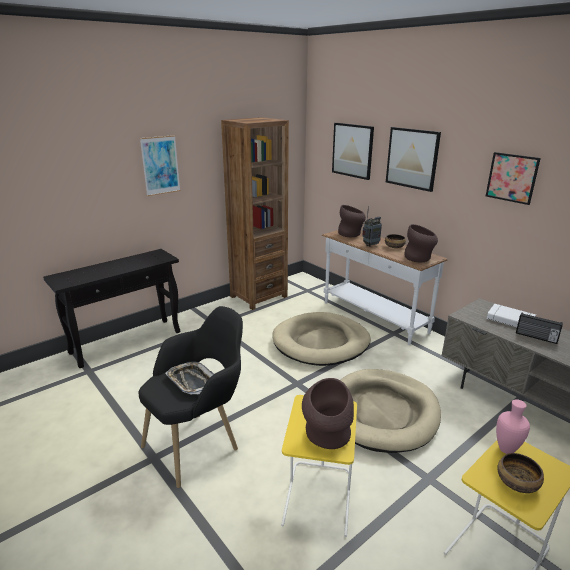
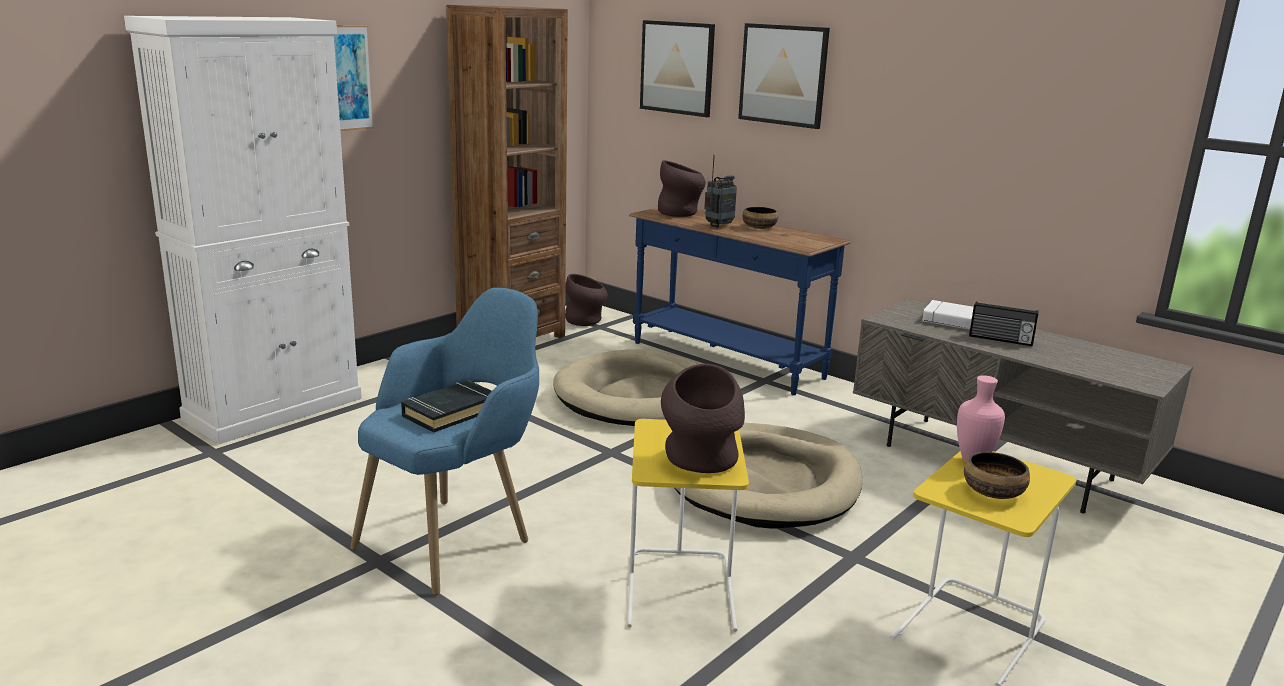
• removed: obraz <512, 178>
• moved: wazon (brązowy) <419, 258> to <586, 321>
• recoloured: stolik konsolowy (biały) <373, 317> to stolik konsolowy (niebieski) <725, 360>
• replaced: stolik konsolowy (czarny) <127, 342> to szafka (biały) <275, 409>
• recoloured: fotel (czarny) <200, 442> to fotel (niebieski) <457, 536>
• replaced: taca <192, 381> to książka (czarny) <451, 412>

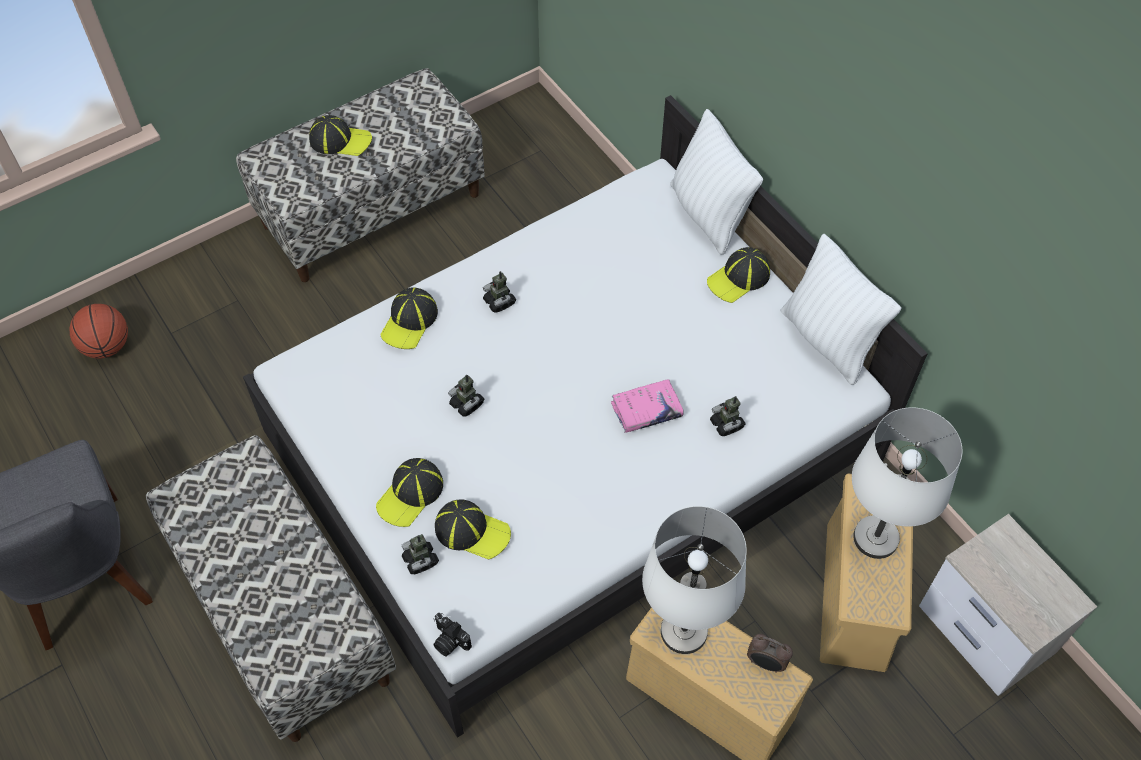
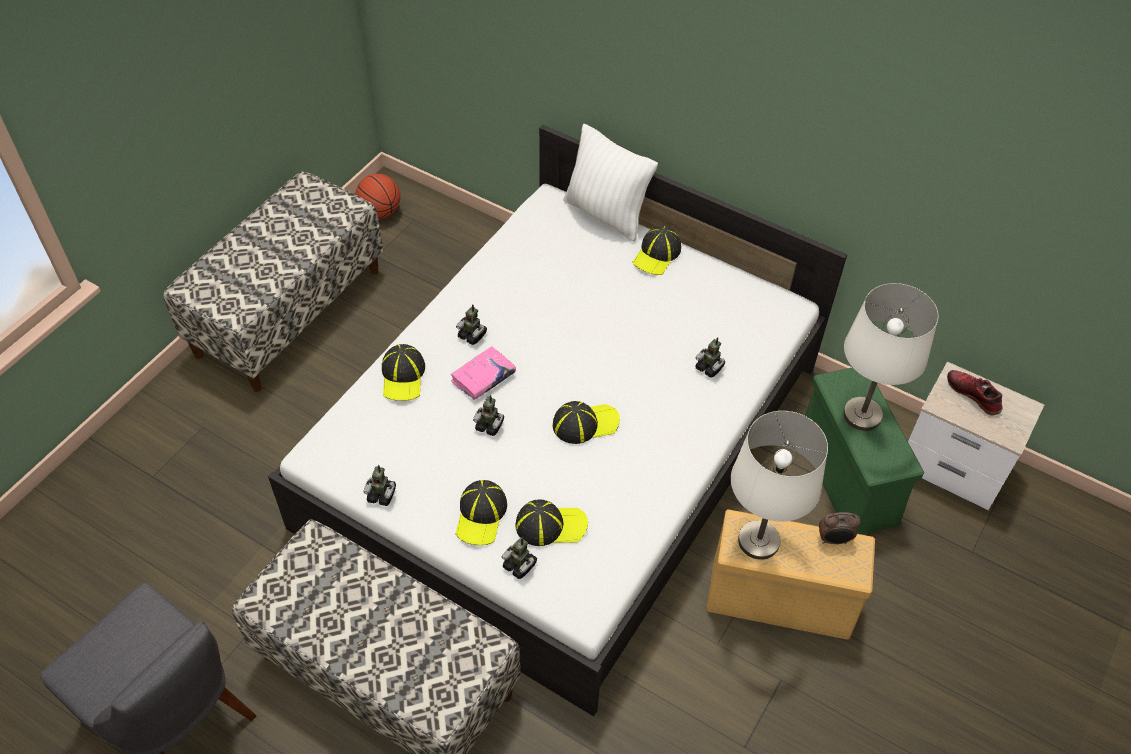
• moved: czapka z daszkiem <340, 140> to <585, 423>
• removed: poduszka (biały) <828, 340>
• moved: piłka do koszykówki <107, 346> to <380, 212>
• moved: książka (różowy) <646, 410> to <483, 377>
• recoloured: pojemnik do przechowywania (beżowy) <856, 598> to pojemnik do przechowywania (zielony) <848, 478>
• removed: aparat fotograficzny <449, 641>
• added: but <974, 395>
• added: robot zabawkowy <382, 495>

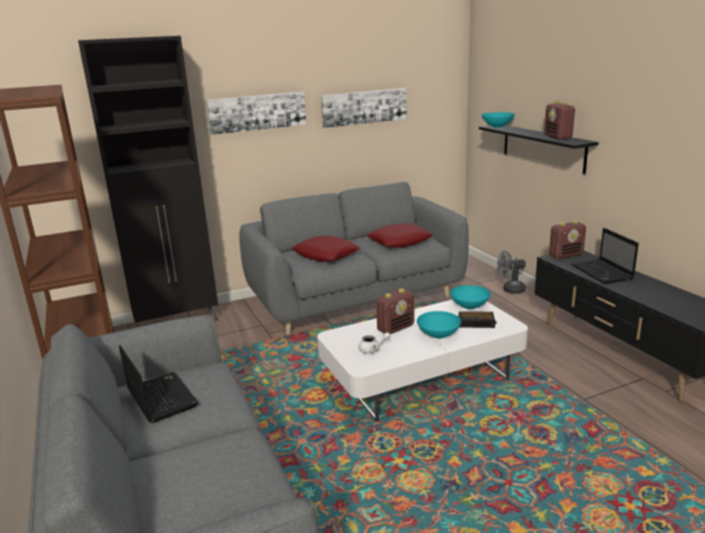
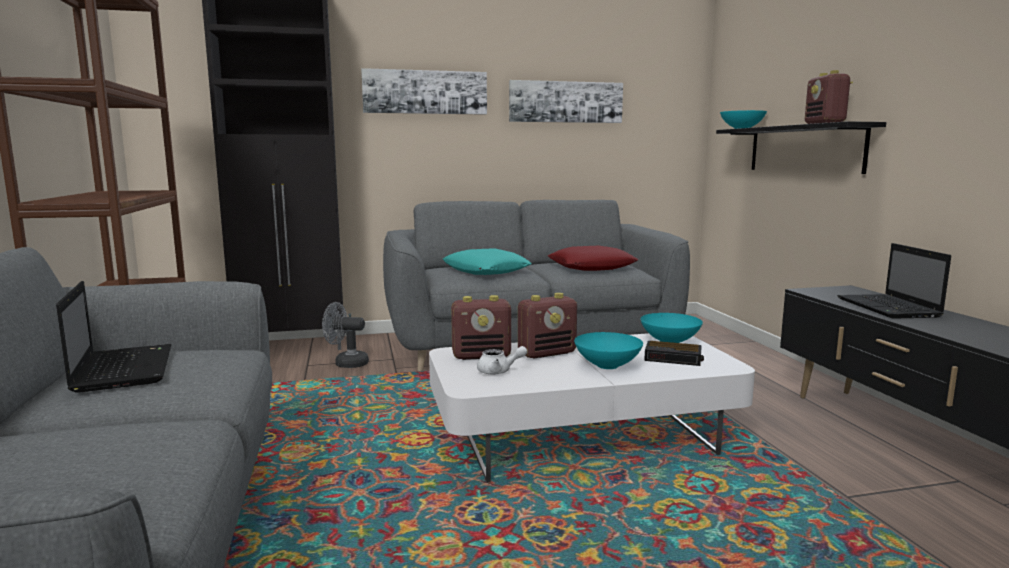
• moved: radio <566, 255> to <482, 356>
• recoloured: poduszka (czerwony) <326, 254> to poduszka (turkusowy) <486, 270>
• moved: wentylator (szary) <510, 290> to <346, 363>

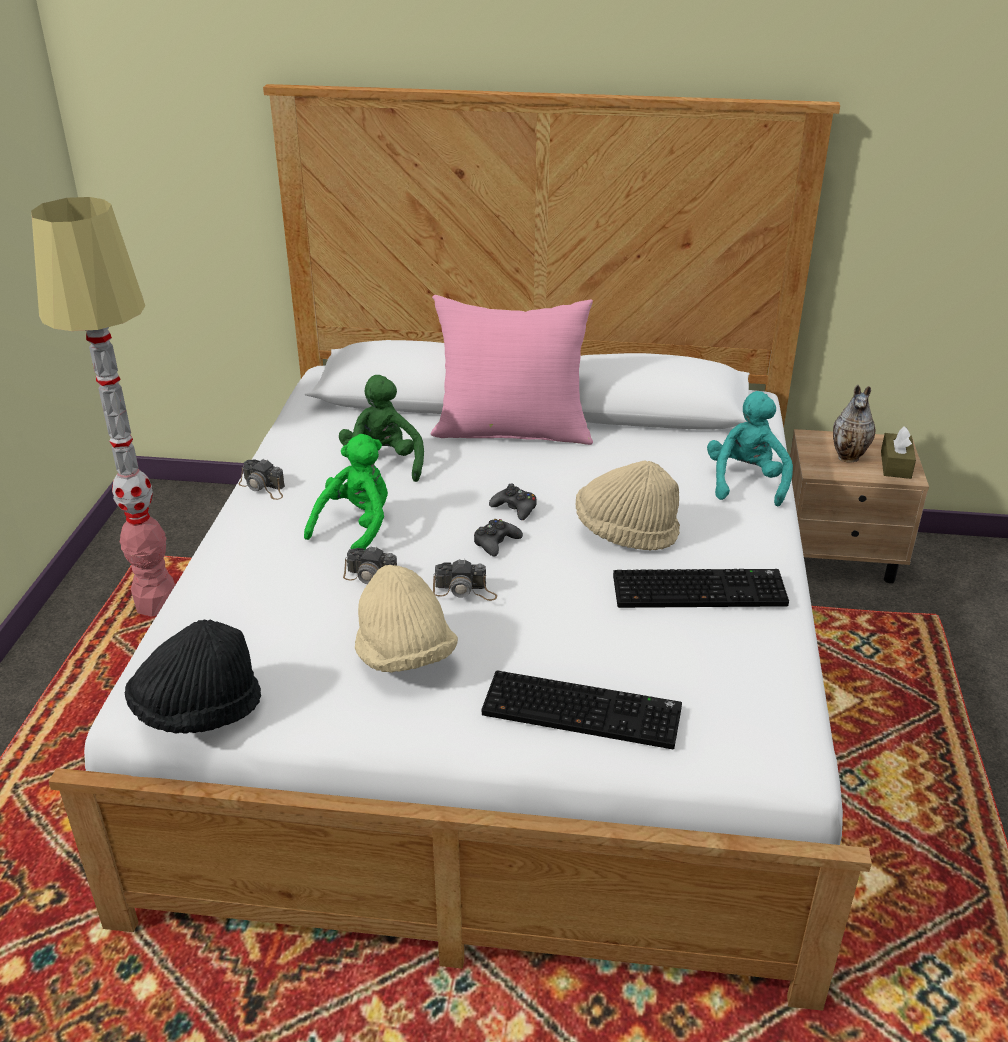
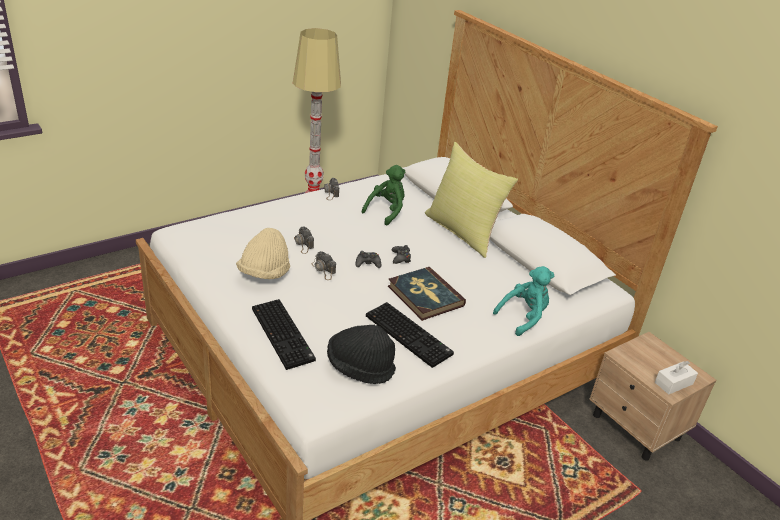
• recoloured: poduszka (różowy) <512, 430> to poduszka (żółty) <463, 232>
• removed: wazon <849, 457>
• recoloured: pudełko chusteczek (brązowy) <895, 464> to pudełko chusteczek (biały) <673, 383>
• removed: pluszak (zielony) <356, 528>
• replaced: kapelusz (beżowy) <625, 533> to książka <425, 296>
• moved: kapelusz (czarny) <198, 711> to <360, 367>

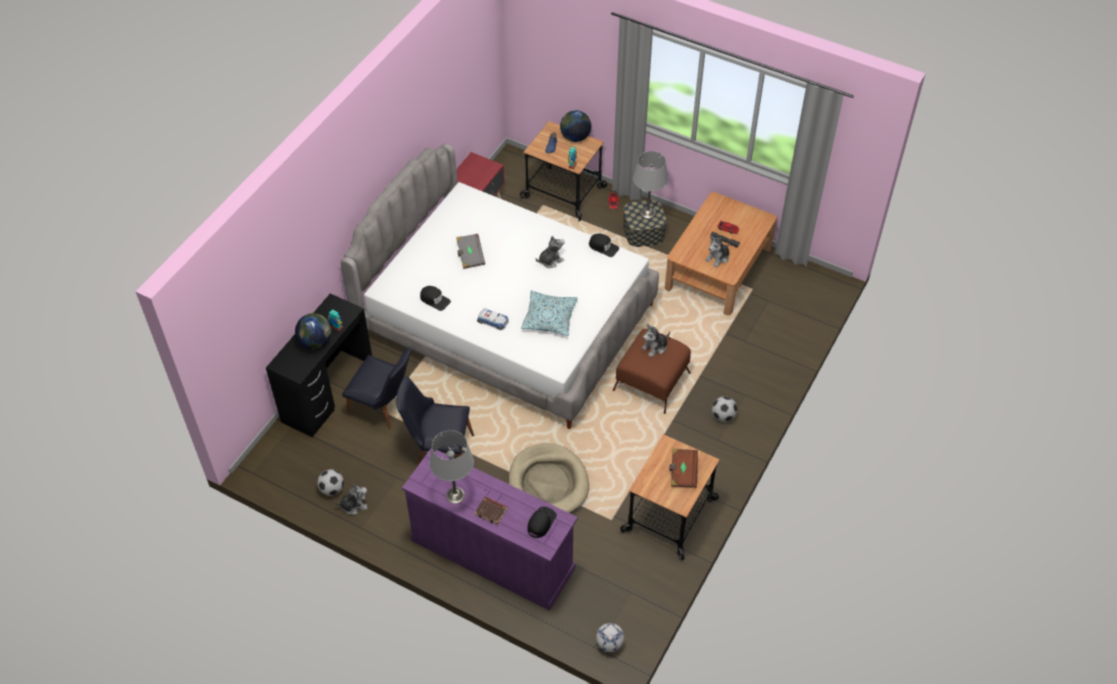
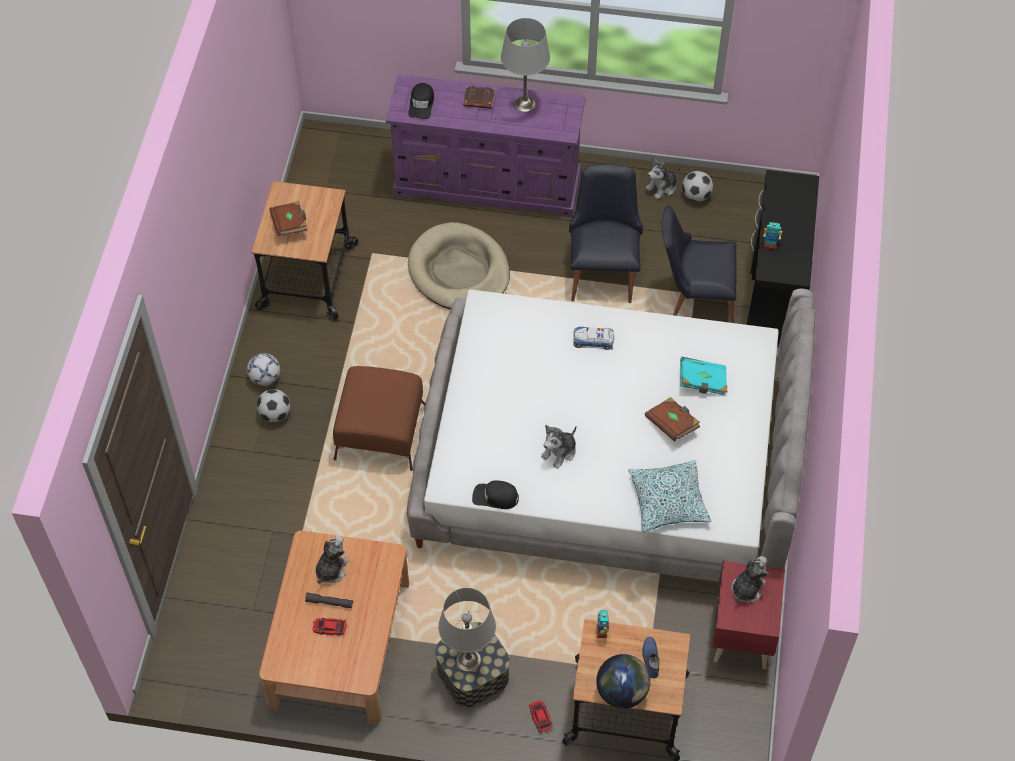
• recoloured: książka (szary) <470, 256> to książka (brązowy) <672, 424>
• removed: czapka z daszkiem (czarny) <434, 300>
• moved: poduszka <549, 318> to <668, 501>
• removed: globus <316, 342>
• moved: pluszak <655, 347> to <747, 588>
• turned: krzesło (czarny) <438, 450> = <603, 270> 75 degrees counterclockwise
• moved: piłka futbolowa <609, 643> to <265, 378>
• added: książka (turkusowy) <702, 382>

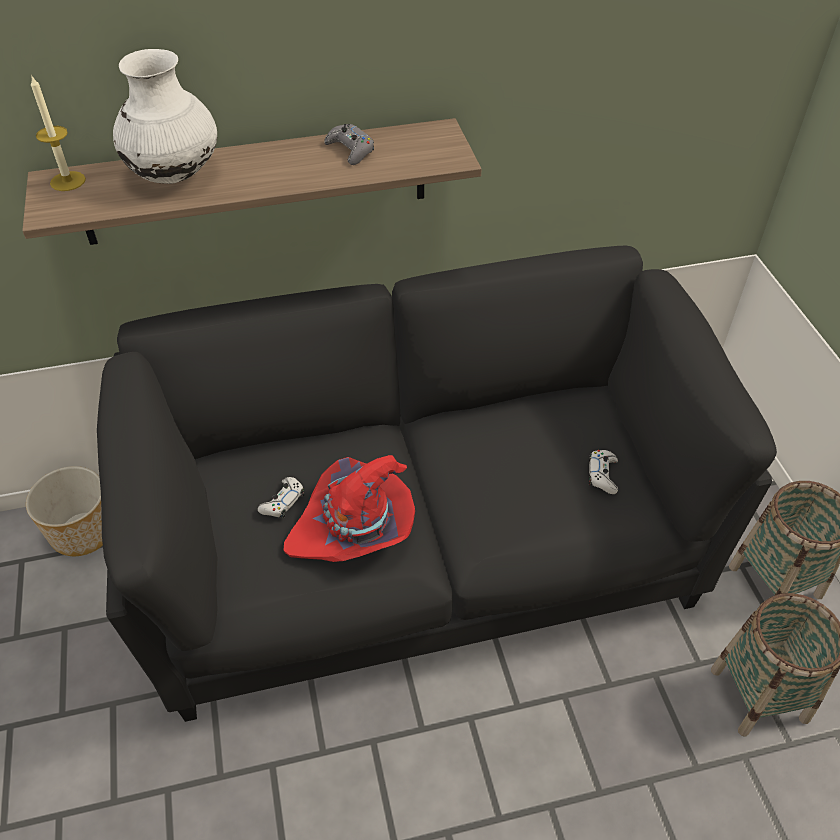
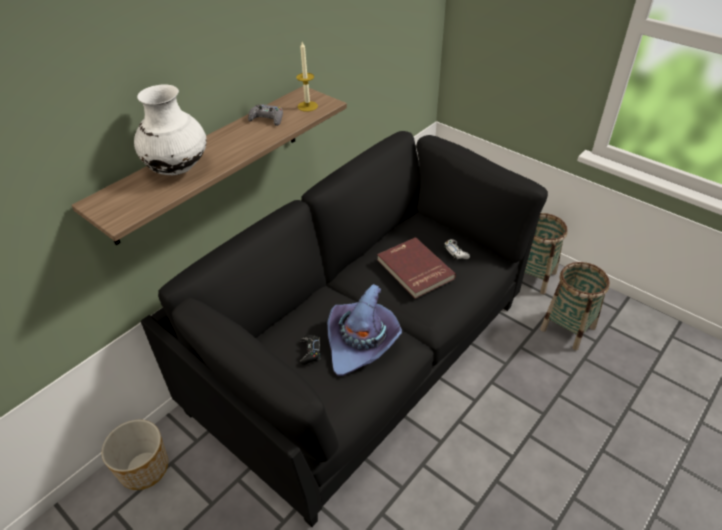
• moved: świeca <68, 181> to <307, 106>
• recoloured: kapelusz (czerwony) <355, 527> to kapelusz (fioletowy) <362, 342>
• recoloured: pad do gier (biały) <283, 502> to pad do gier (czarny) <310, 352>
• added: książka (czerwony) <414, 269>

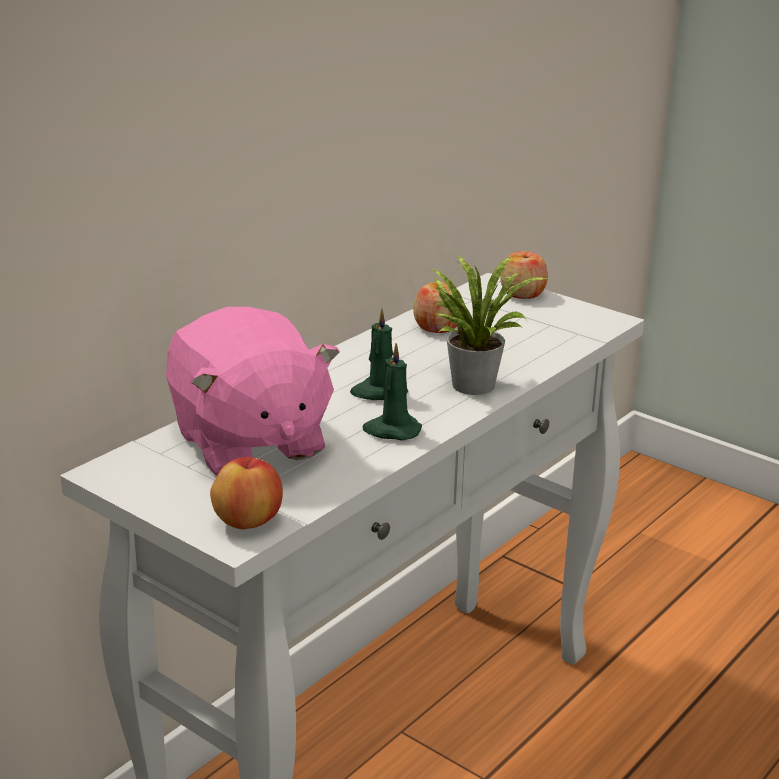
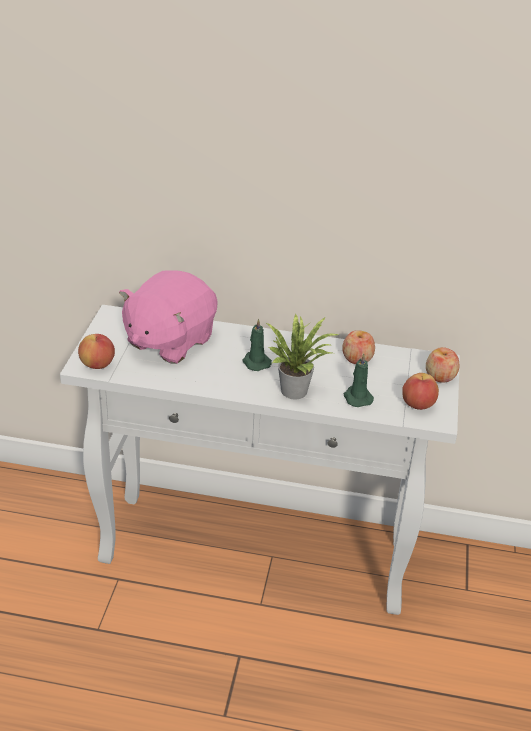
• moved: świeca (zielony) <391, 430> to <357, 397>
• added: jabłko <418, 405>

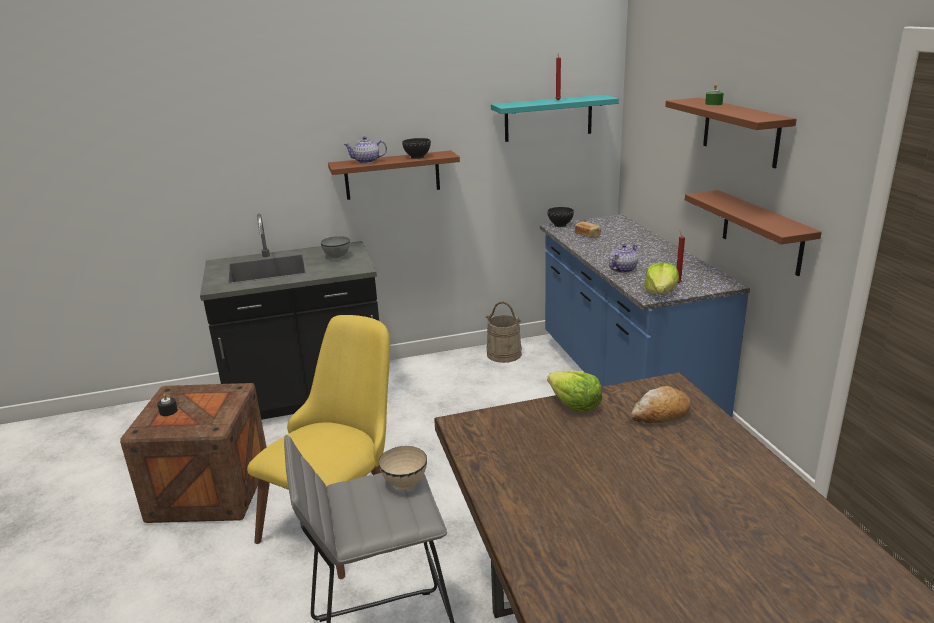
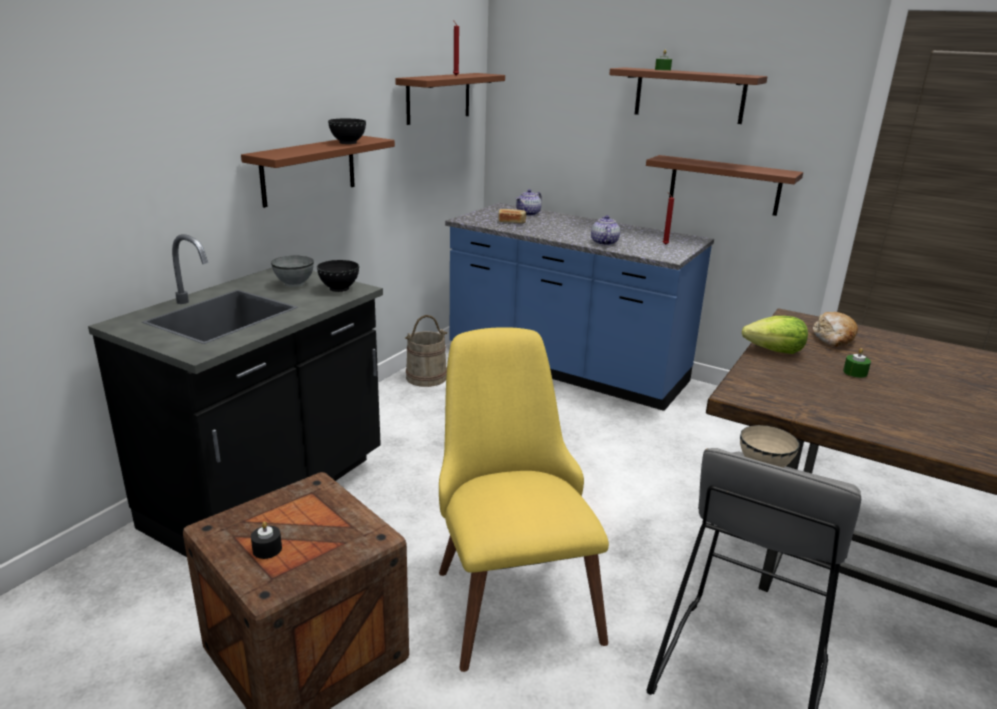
• recoloured: półka (turkusowy) <548, 118> to półka (brązowy) <438, 97>
• moved: imbryk <367, 161> to <528, 214>
• moved: miska (czarny) <560, 225> to <338, 288>
• removed: sałata <660, 292>
• added: świeca (zielony) <855, 372>

